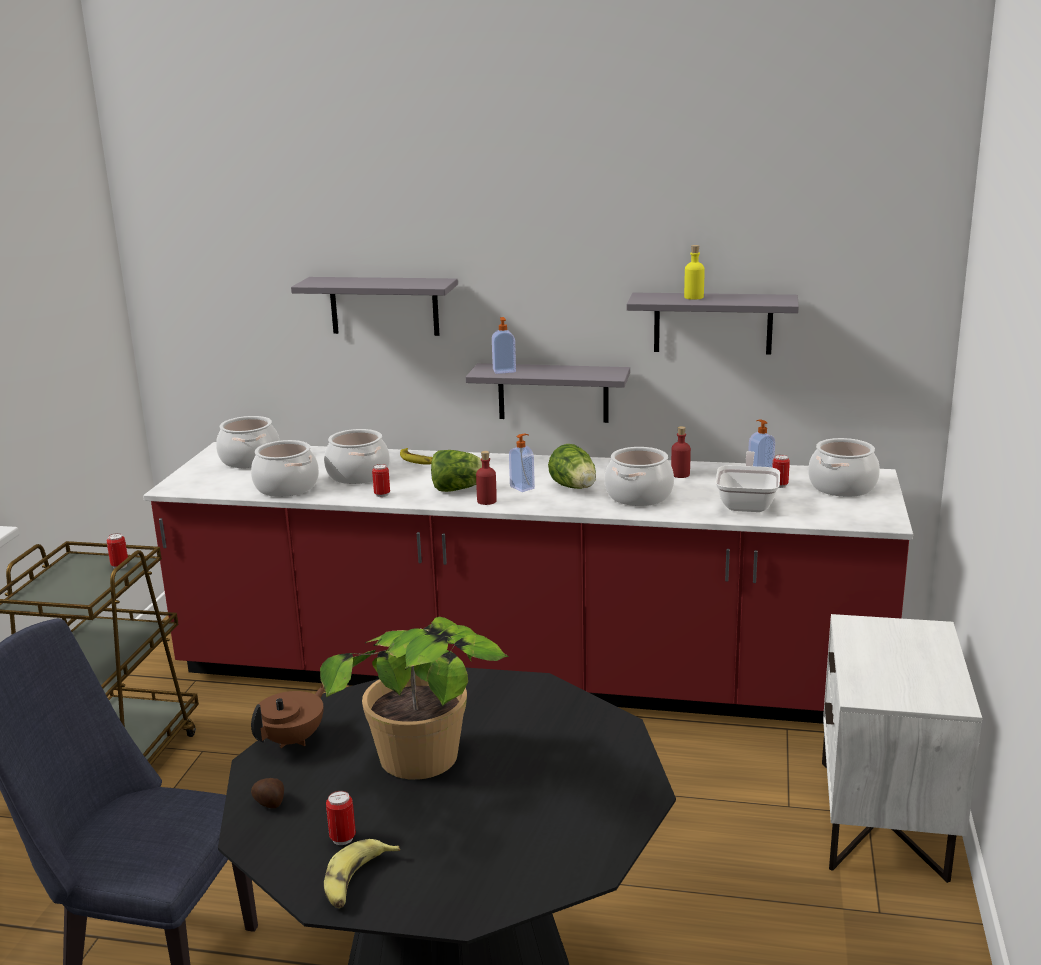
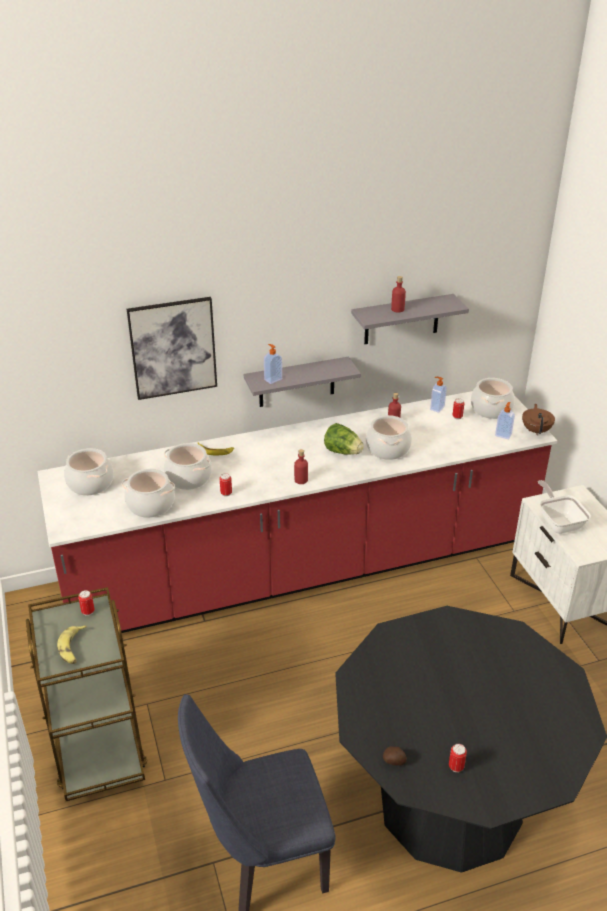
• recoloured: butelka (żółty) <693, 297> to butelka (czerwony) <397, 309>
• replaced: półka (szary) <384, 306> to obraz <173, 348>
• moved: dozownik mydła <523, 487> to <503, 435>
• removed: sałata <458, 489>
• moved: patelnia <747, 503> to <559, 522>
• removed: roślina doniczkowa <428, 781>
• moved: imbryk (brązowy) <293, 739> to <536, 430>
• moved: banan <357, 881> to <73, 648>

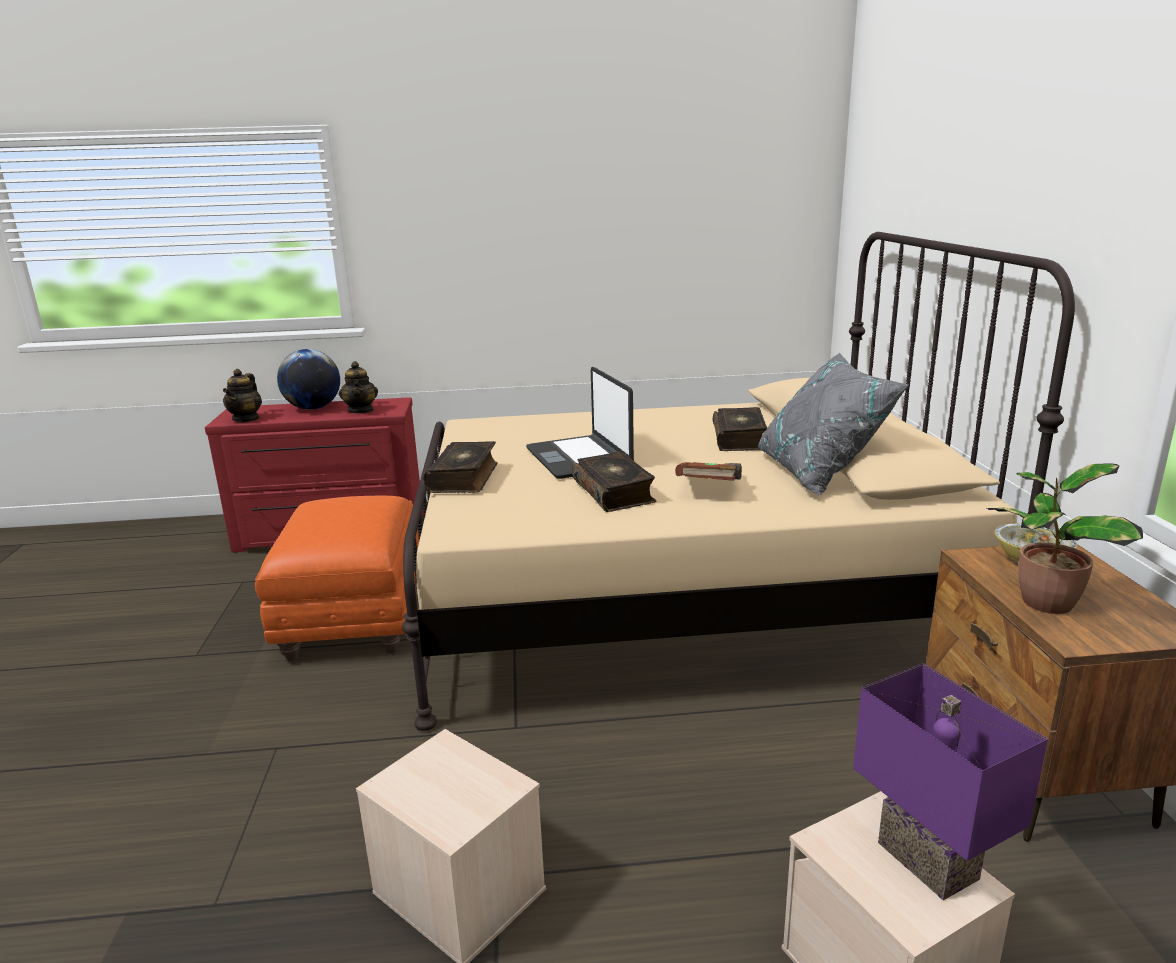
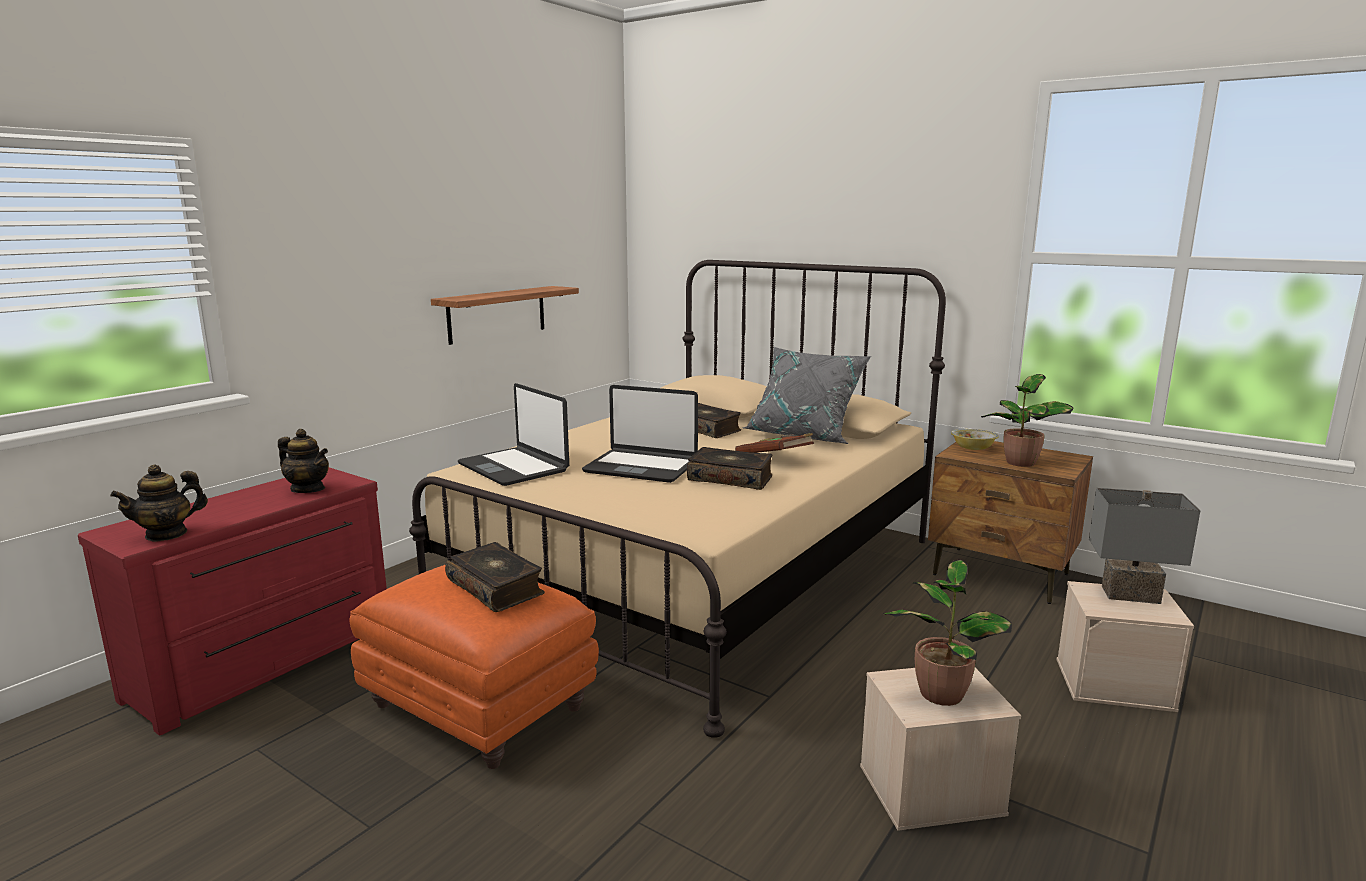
• removed: globus <313, 408>
• turned: imbryk <246, 419> = <166, 534> 90 degrees clockwise
• moved: książka <464, 478> to <496, 588>
• recoloured: lampa stołowa (fioletowy) <931, 859> to lampa stołowa (szary) <1130, 594>
• added: półka <497, 314>
• added: laptop <514, 467>
• added: roślina doniczkowa <941, 692>

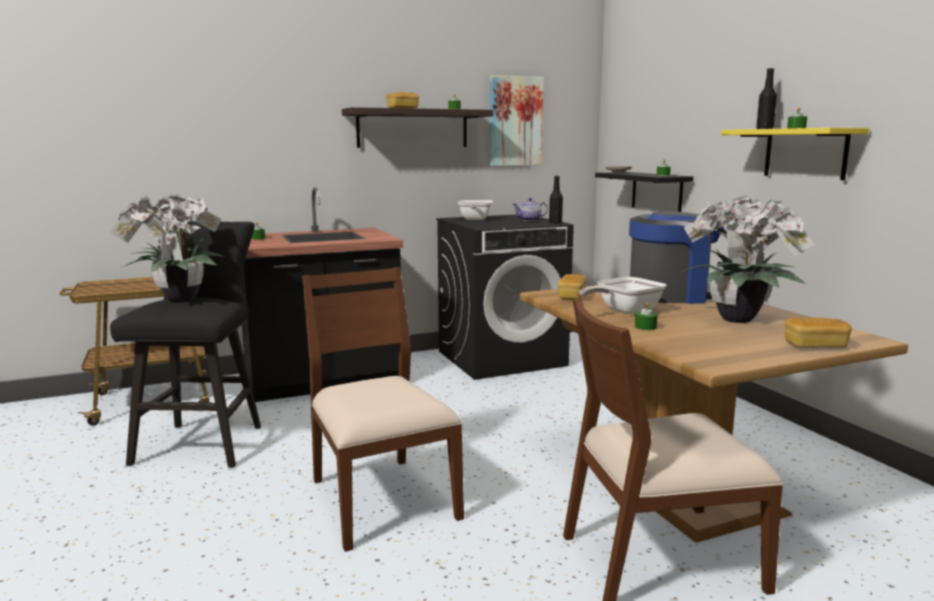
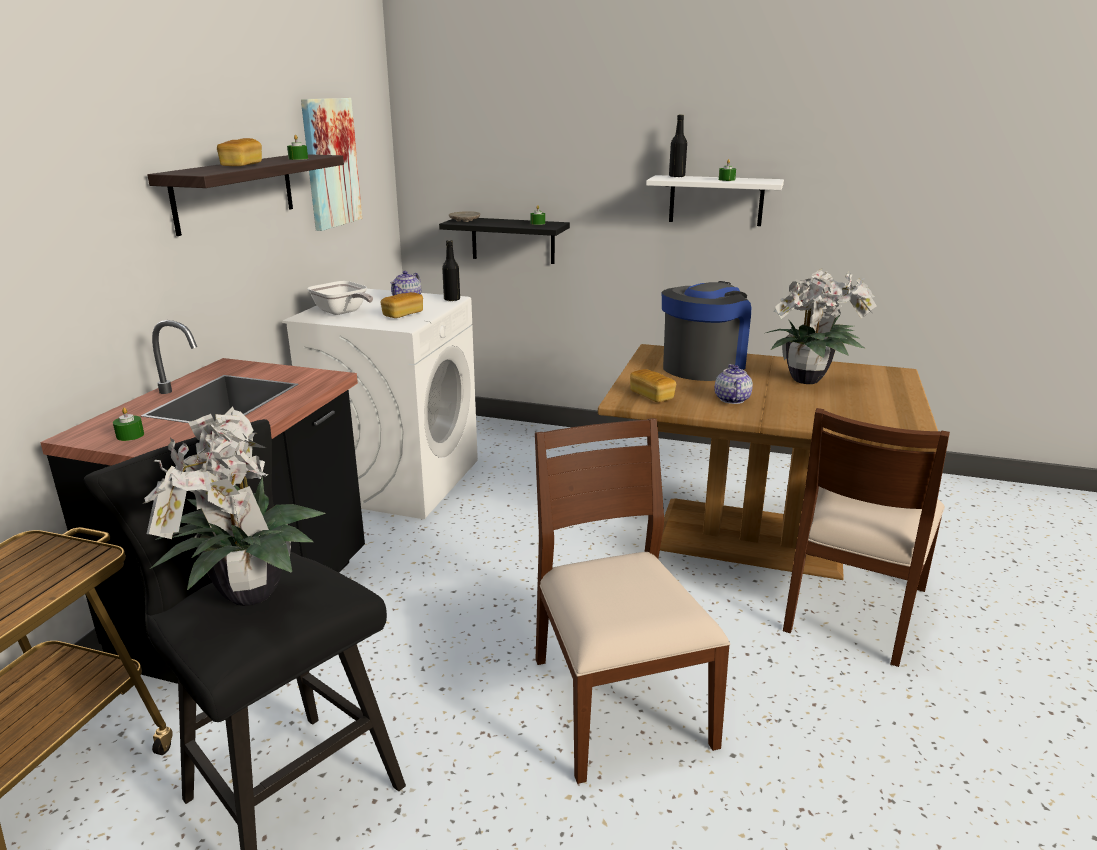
• recoloured: półka (żółty) <805, 153> to półka (biały) <716, 200>
• recoloured: pralka (czarny) <502, 358> to pralka (biały) <397, 479>
• turned: krzesło (brązowy) <380, 498> = <617, 700> 60 degrees clockwise
• replaced: patelnia <624, 311> to imbryk <731, 399>
• removed: świeca (zielony) <645, 327>
• moved: chleb <815, 345> to <403, 314>

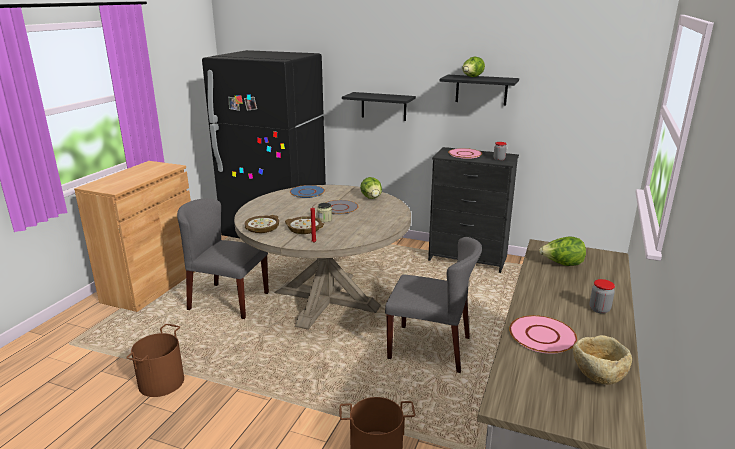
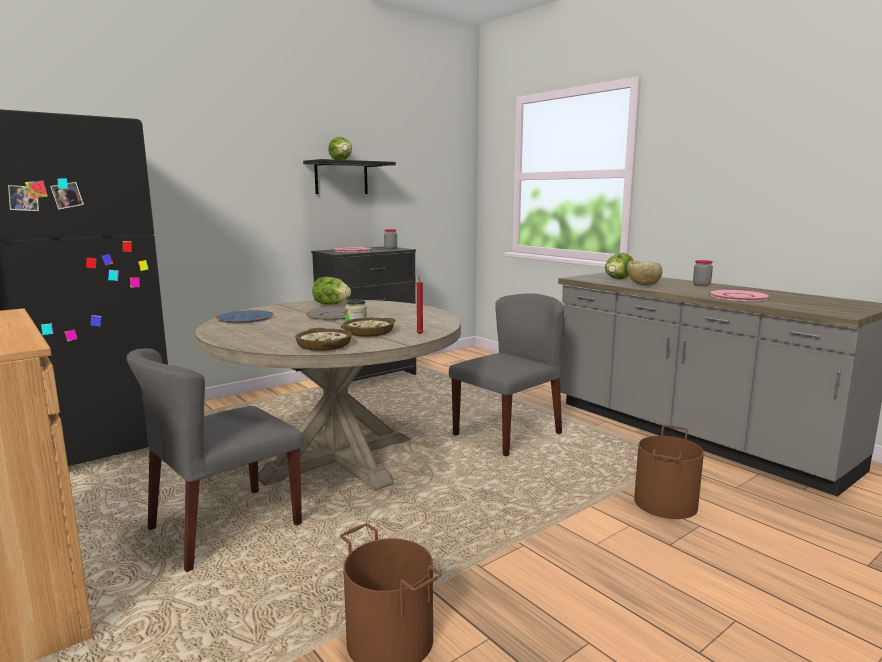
• removed: półka (czarny) <383, 106>
• moved: miska (beżowy) <597, 376> to <642, 285>

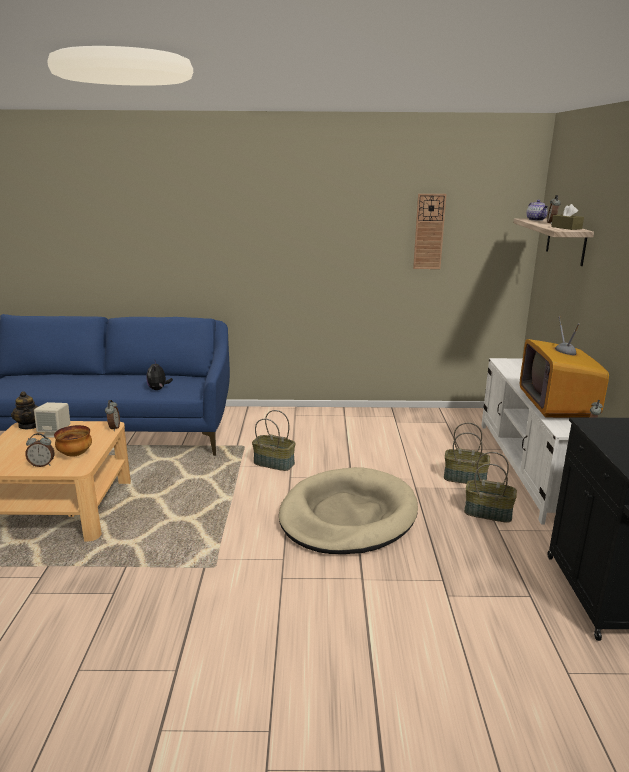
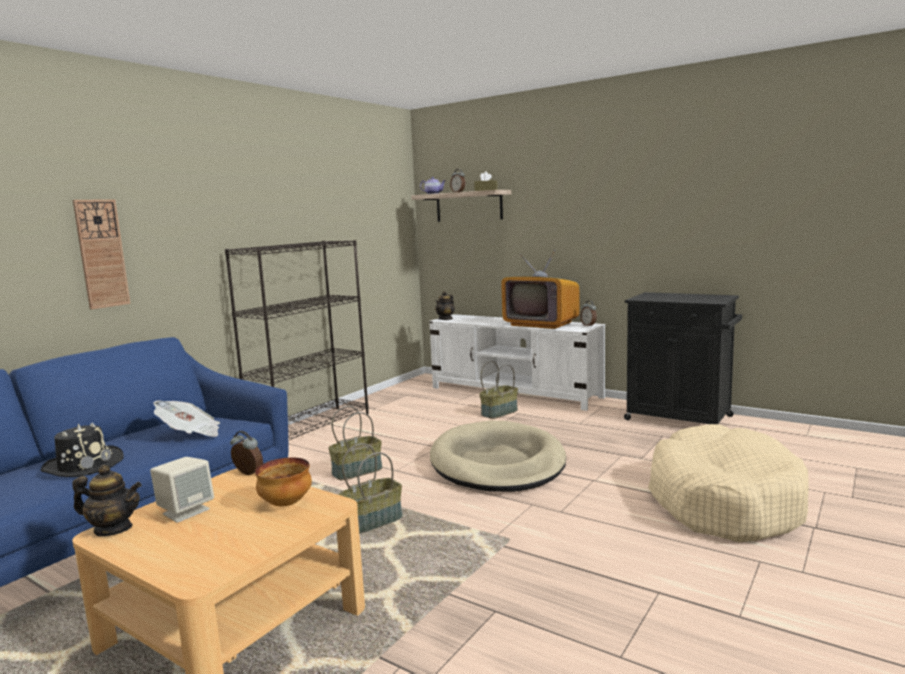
• moved: zegar ścienny <429, 232> to <101, 253>
• replaced: pluszak <158, 389> to gazeta <190, 434>
• removed: budzik <42, 464>
• moved: koszyk <488, 512> to <373, 521>
• added: regał (czarny) <311, 427>
• added: imbryk <445, 319>
• added: kapelusz (czarny) <83, 465>
• added: legowisko (beżowy) <723, 501>

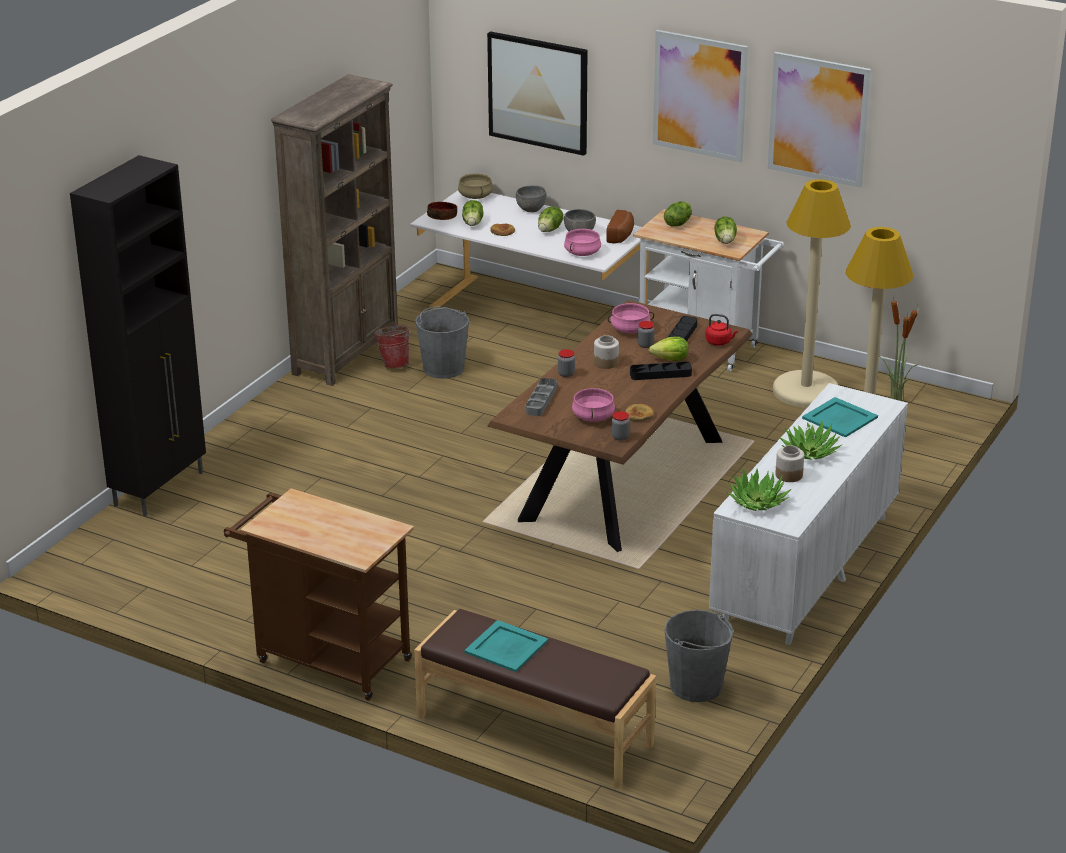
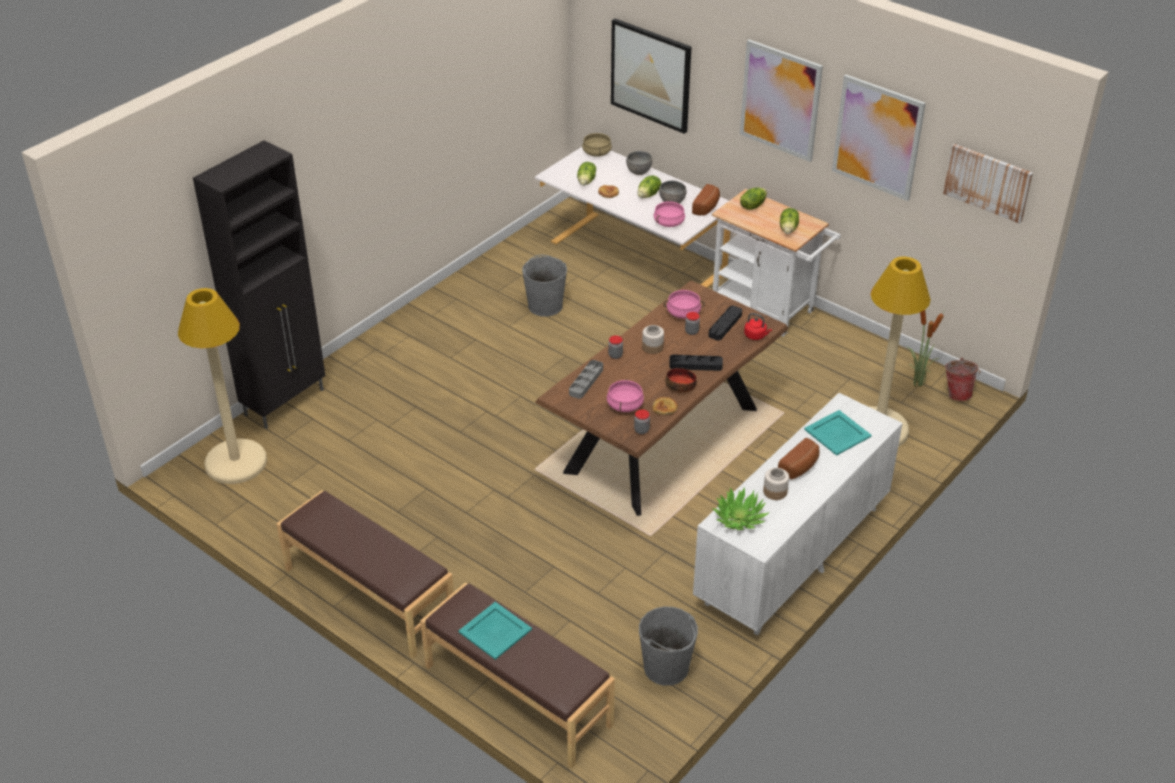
• removed: regał (brązowy) <346, 353>
• moved: lampa stojąca (beżowy) <805, 391> to <236, 462>
• moved: miska <442, 217> to <680, 385>
• moved: wiadro <394, 364> to <957, 393>
• removed: sałata <670, 359>
• replaced: roślina doniczkowa <809, 452> to chleb <800, 468>
• replaced: wózek (brązowy) <326, 659> to ławka (brązowy) <368, 595>
• added: obraz <988, 182>

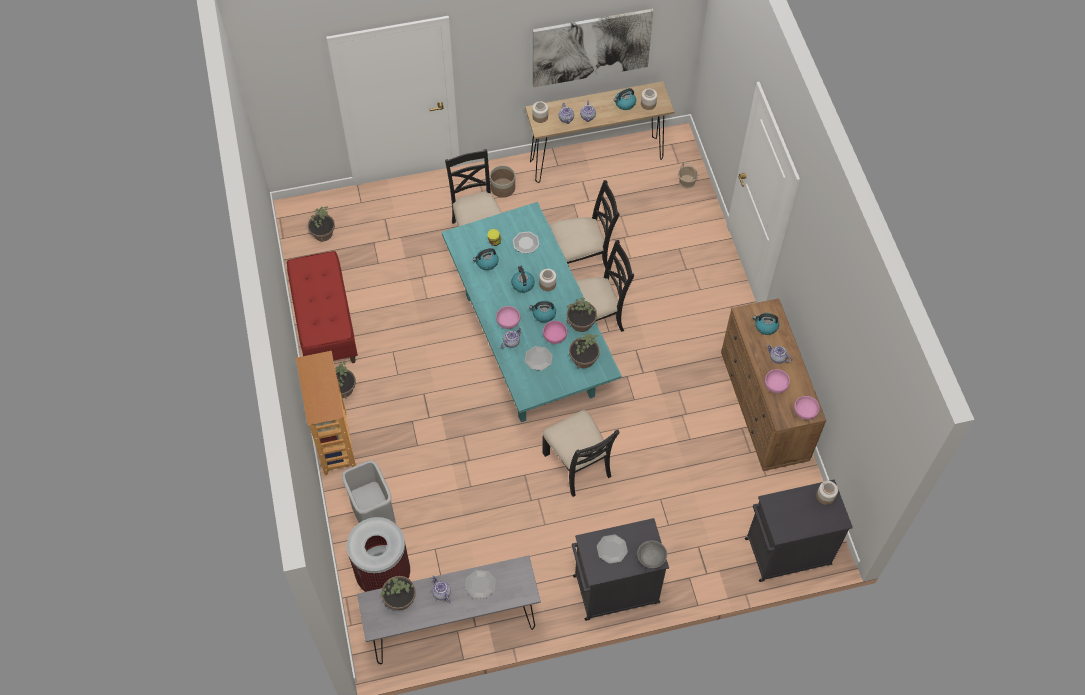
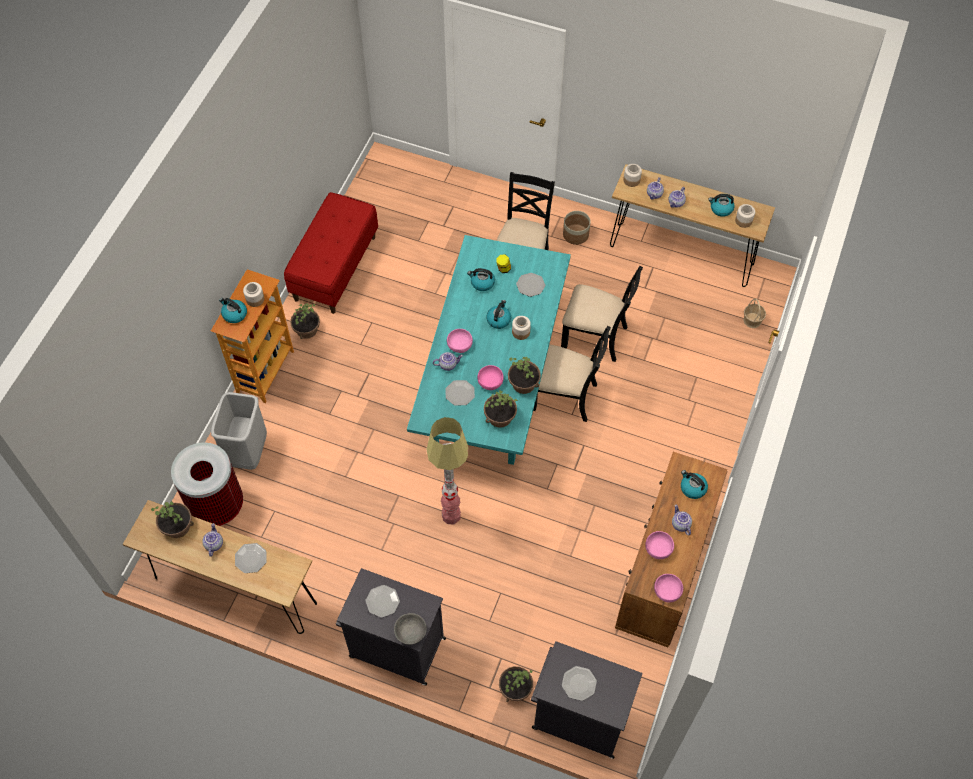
• removed: obraz <591, 47>
• moved: roślina doniczkowa <322, 233> to <515, 688>
• moved: czajnik <543, 314> to <234, 314>
• replaced: krzesło (czarny) <578, 465> to lampa stojąca <451, 515>
• moved: słoik <825, 496> to <255, 299>
• recoloured: stolik konsolowy (szary) <453, 630> to stolik konsolowy (brązowy) <235, 590>
• added: talerz <579, 683>

